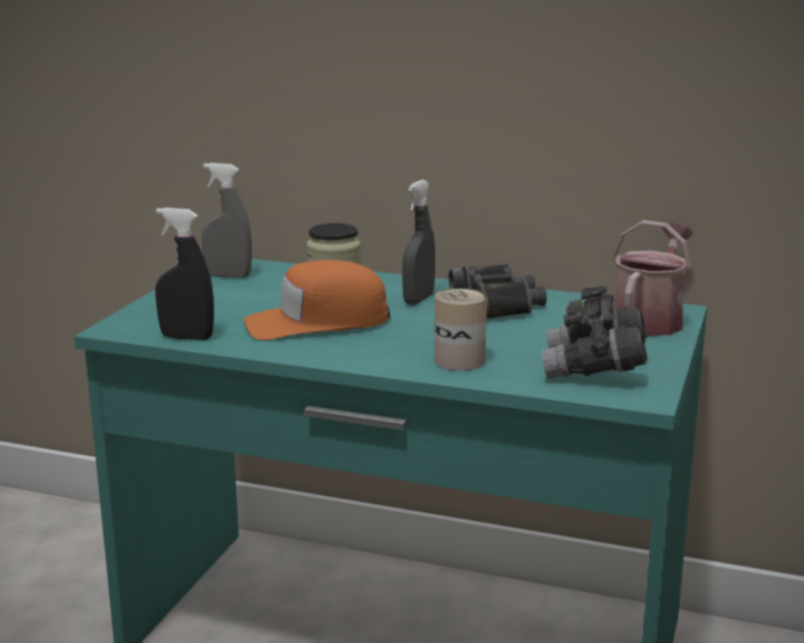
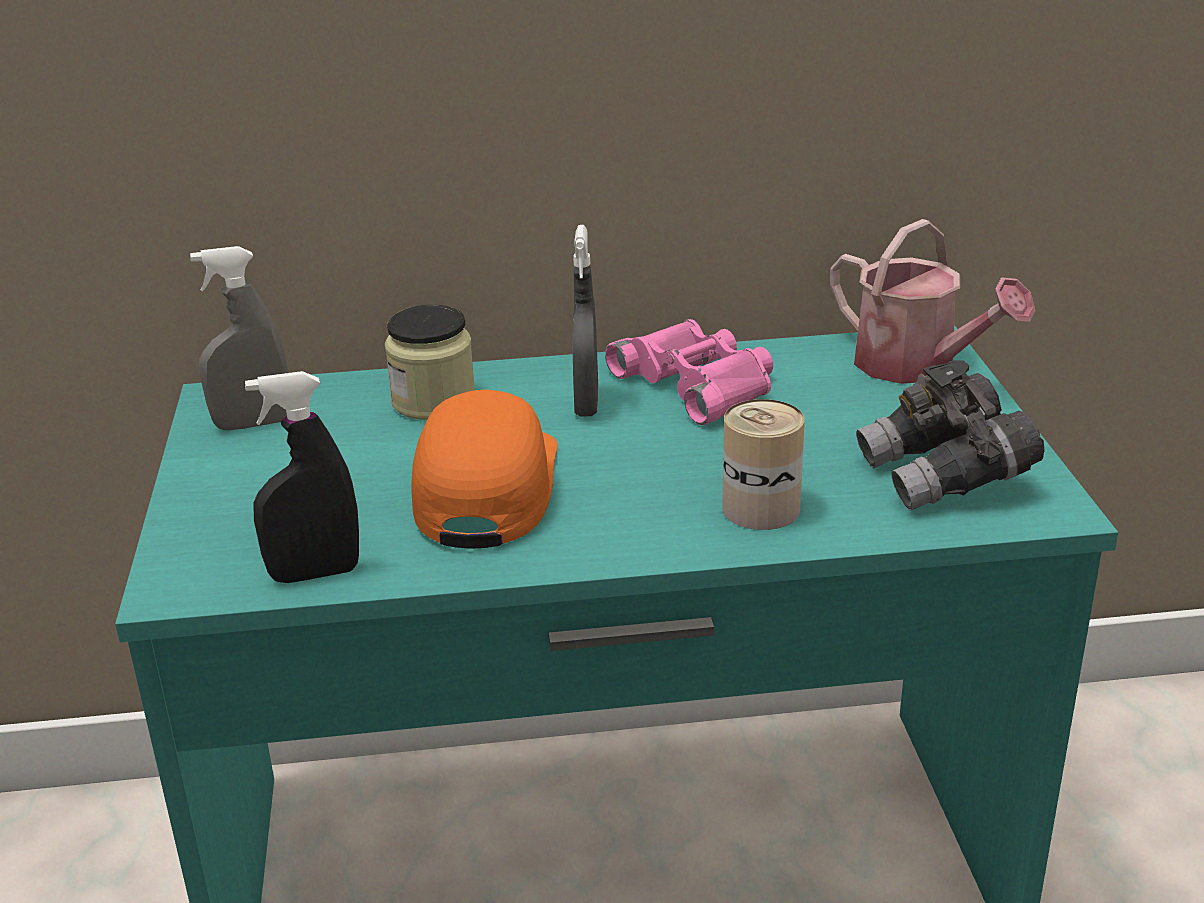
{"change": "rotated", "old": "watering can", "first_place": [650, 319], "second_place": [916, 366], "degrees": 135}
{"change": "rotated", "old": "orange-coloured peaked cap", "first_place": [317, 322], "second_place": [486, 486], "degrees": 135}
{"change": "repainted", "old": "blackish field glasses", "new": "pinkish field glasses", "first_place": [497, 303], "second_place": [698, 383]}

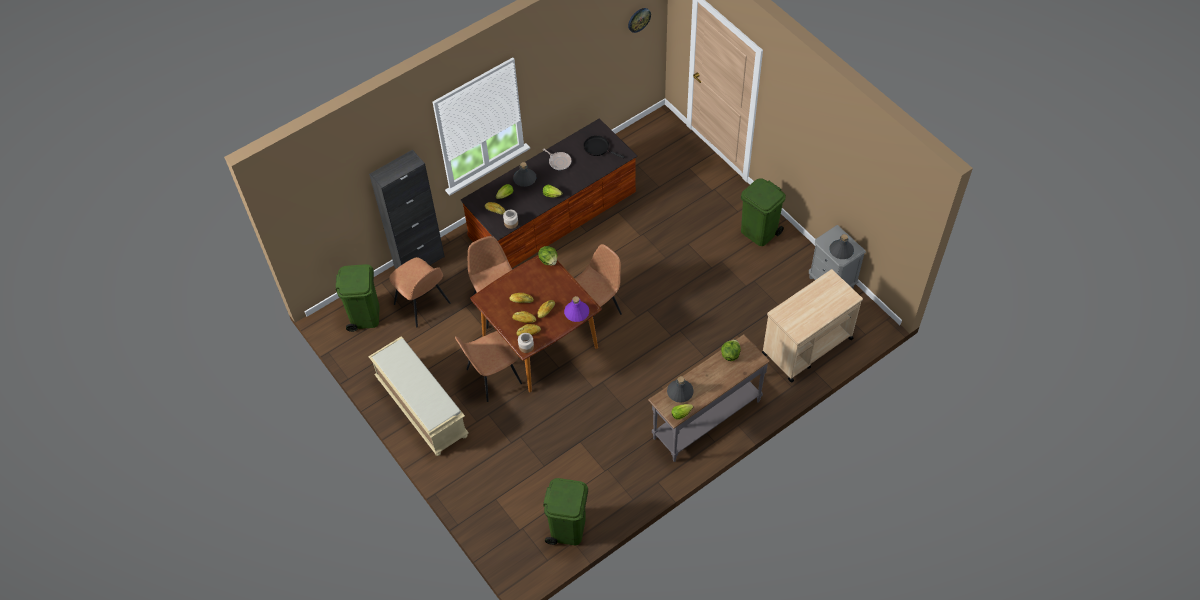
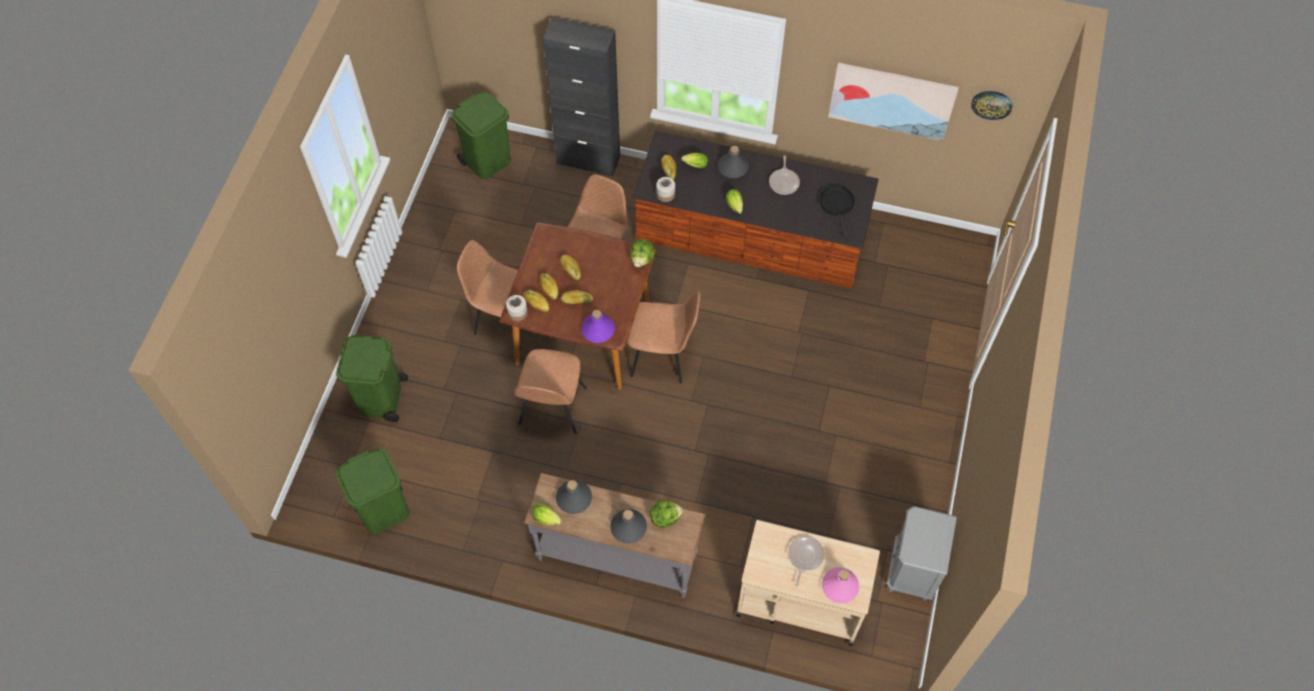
{"change": "shifted", "old": "green rubbish bin", "first_place": [759, 232], "second_place": [381, 399]}
{"change": "shifted", "old": "grey drink bottle", "first_place": [841, 250], "second_place": [629, 527]}
{"change": "shifted", "old": "brown upright chair", "first_place": [423, 304], "second_place": [552, 408]}
{"change": "gone", "old": "beige-coloured indoor bench", "first_place": [420, 407]}
{"change": "new", "new": "wall picture", "second_place": [892, 99]}
{"change": "new", "new": "skillet", "second_place": [804, 557]}
{"change": "new", "new": "pinkish drink bottle", "second_place": [839, 586]}

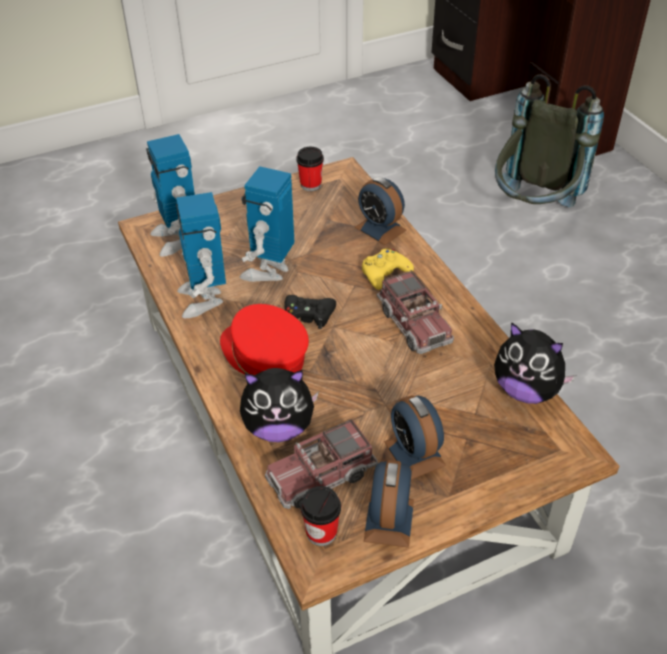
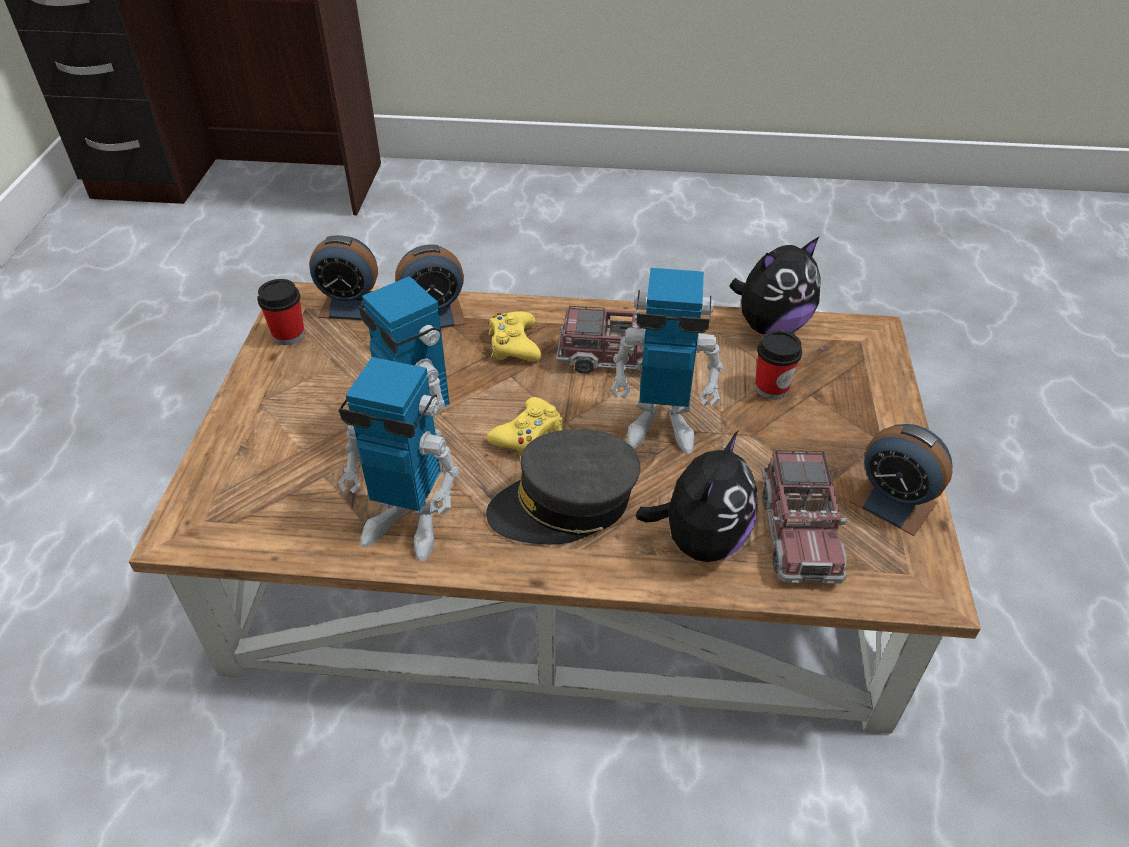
{"change": "gone", "old": "grey backpack", "first_place": [532, 211]}
{"change": "shifted", "old": "model robot", "first_place": [177, 239], "second_place": [661, 426]}
{"change": "repainted", "old": "blackish gamepad", "new": "yellow gamepad", "first_place": [309, 315], "second_place": [529, 435]}
{"change": "repainted", "old": "red peaked cap", "new": "grey peaked cap", "first_place": [264, 355], "second_place": [565, 504]}
{"change": "shifted", "old": "bedside clock", "first_place": [414, 453], "second_place": [351, 305]}
{"change": "shifted", "old": "small cup", "first_place": [321, 532], "second_place": [771, 388]}

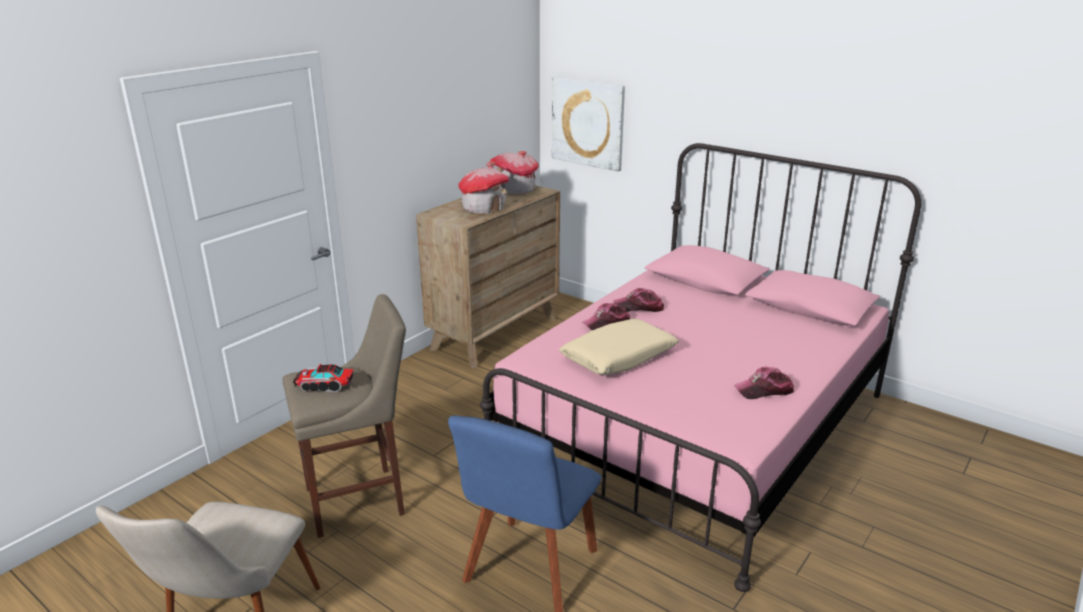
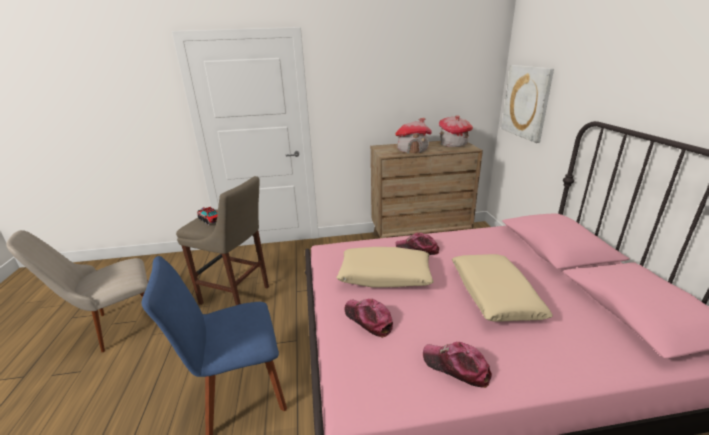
{"change": "shifted", "old": "peaked cap", "first_place": [639, 307], "second_place": [368, 320]}
{"change": "new", "new": "beige-coloured throw pillow", "second_place": [494, 294]}

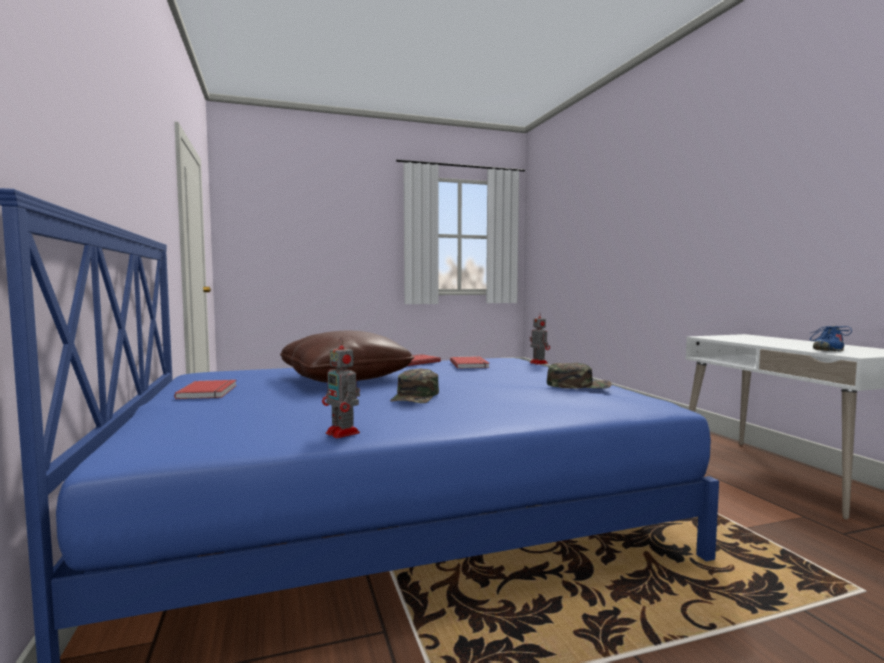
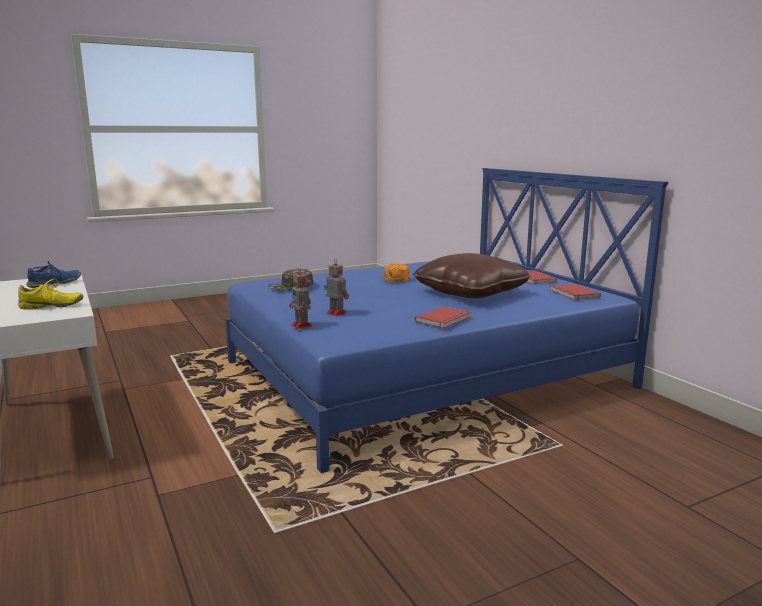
{"change": "shifted", "old": "model robot", "first_place": [343, 433], "second_place": [335, 312]}
{"change": "shifted", "old": "red volume", "first_place": [470, 364], "second_place": [573, 293]}
{"change": "repainted", "old": "green peaked cap", "new": "orange-coloured peaked cap", "first_place": [415, 396], "second_place": [396, 278]}
{"change": "new", "new": "yellow item of footwear", "second_place": [51, 306]}

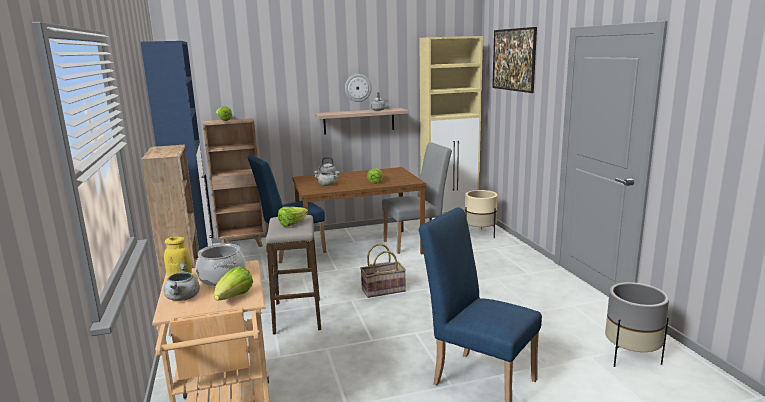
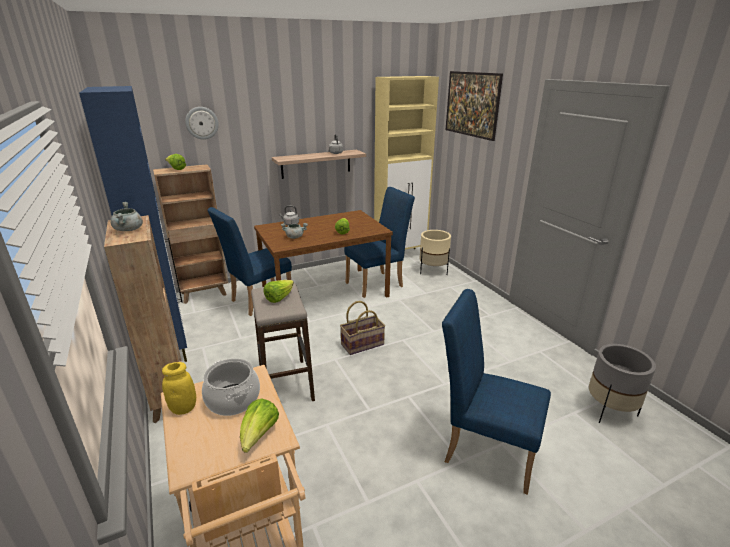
{"change": "shifted", "old": "wall clock", "first_place": [358, 88], "second_place": [202, 123]}
{"change": "repainted", "old": "grey upright chair", "new": "bluish upright chair", "first_place": [417, 242], "second_place": [378, 283]}
{"change": "shifted", "old": "grey cooking pot", "first_place": [183, 298], "second_place": [129, 230]}

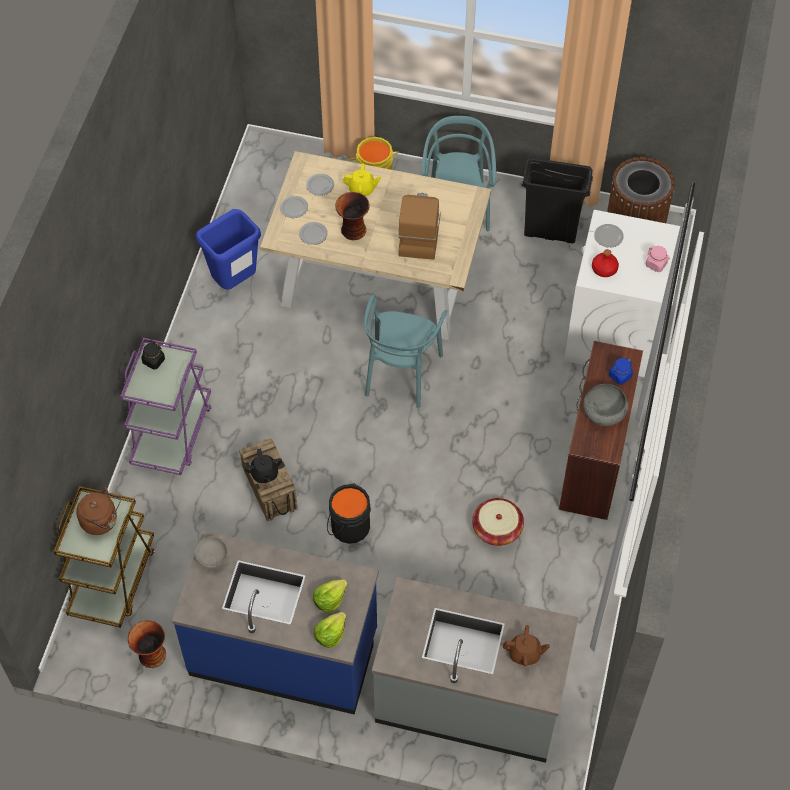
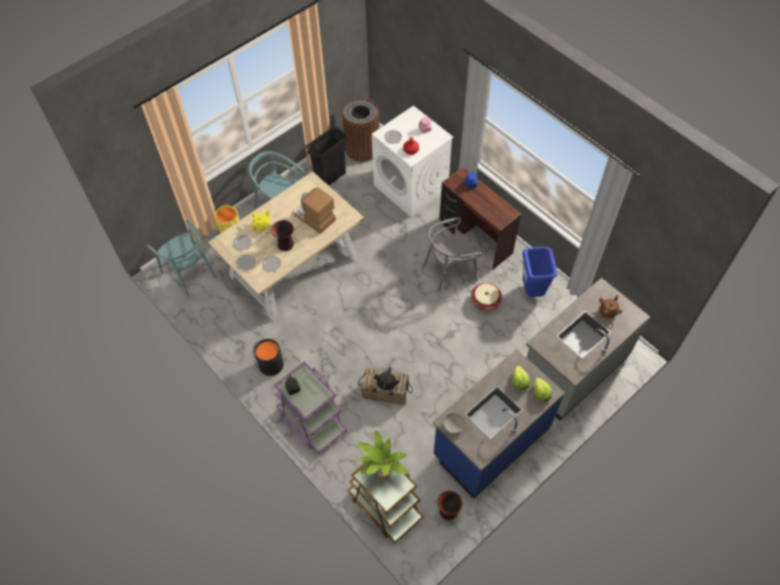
{"change": "shifted", "old": "bluish rubbish bin", "first_place": [234, 282], "second_place": [532, 291]}
{"change": "shifted", "old": "turquoise upright chair", "first_place": [401, 373], "second_place": [189, 273]}
{"change": "gone", "old": "grey bowl", "first_place": [604, 411]}
{"change": "shifted", "old": "blackish bucket", "first_place": [348, 526], "second_place": [270, 366]}
{"change": "swapped", "old": "brown tea kettle", "new": "houseplant", "first_place": [102, 521], "second_place": [382, 475]}
{"change": "new", "new": "grey upright chair", "second_place": [449, 271]}

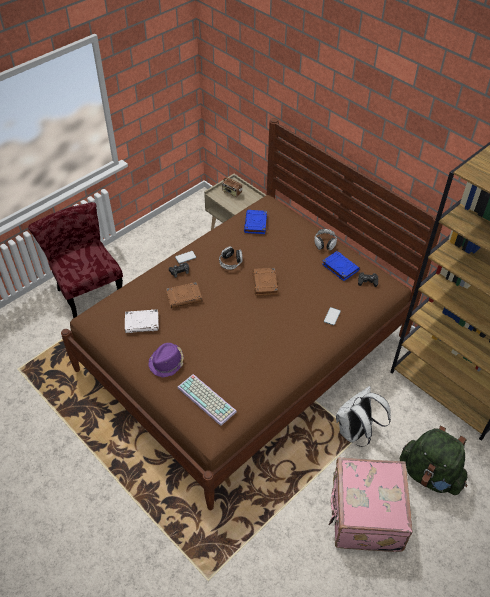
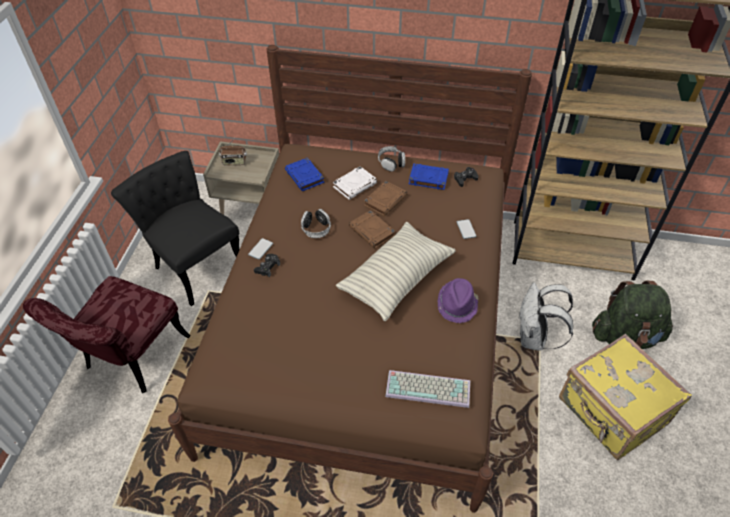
{"change": "rotated", "old": "red upright chair", "first_place": [88, 292], "second_place": [131, 360], "degrees": -90}
{"change": "shifted", "old": "brown volume", "first_place": [184, 297], "second_place": [385, 200]}
{"change": "shifted", "old": "whitish volume", "first_place": [142, 323], "second_place": [355, 185]}
{"change": "shifted", "old": "purple clothing hat", "first_place": [167, 363], "second_place": [457, 304]}
{"change": "repainted", "old": "pinkish travel case", "new": "yellow travel case", "first_place": [364, 516], "second_place": [611, 412]}
{"change": "new", "new": "blackish upright chair", "second_place": [194, 263]}
{"change": "new", "new": "throw pillow", "second_place": [396, 279]}

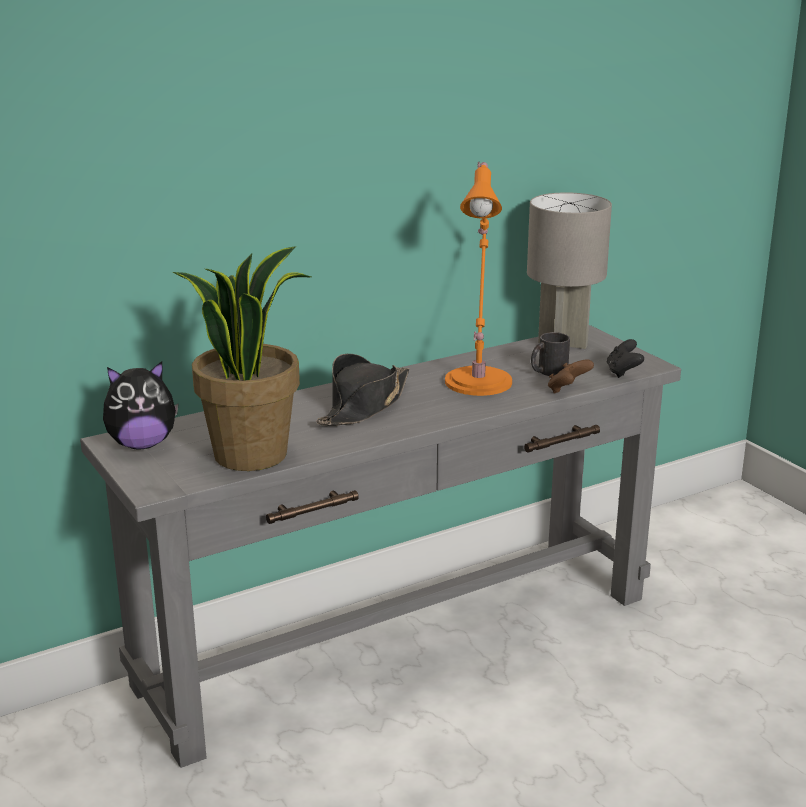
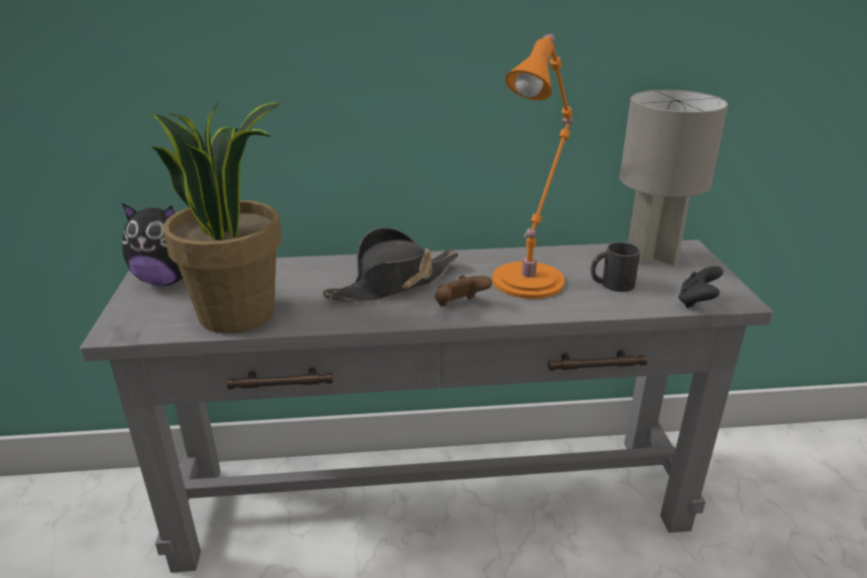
{"change": "shifted", "old": "brown gamepad", "first_place": [567, 390], "second_place": [459, 306]}

